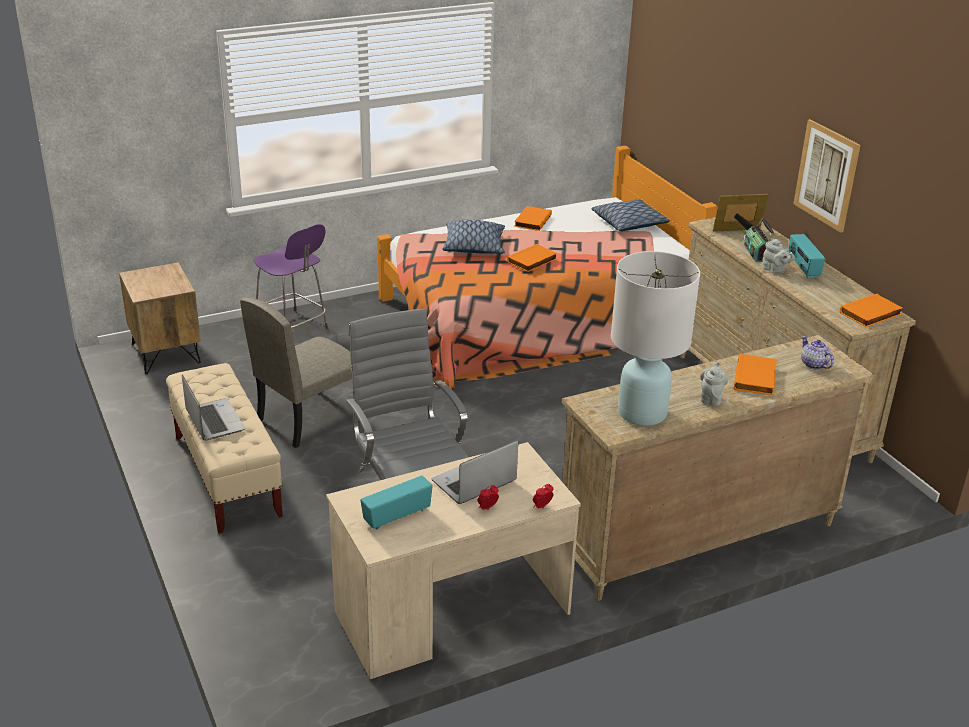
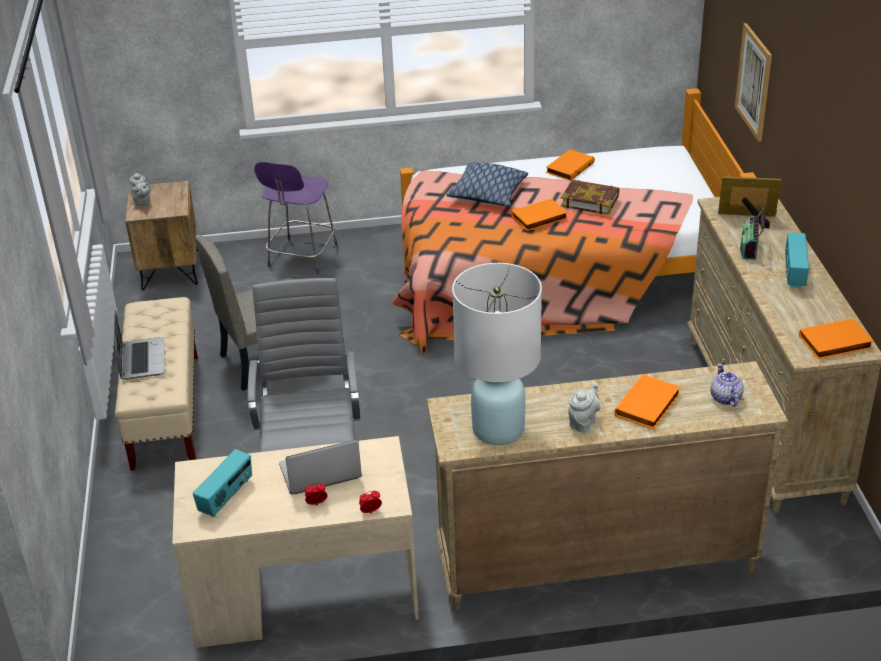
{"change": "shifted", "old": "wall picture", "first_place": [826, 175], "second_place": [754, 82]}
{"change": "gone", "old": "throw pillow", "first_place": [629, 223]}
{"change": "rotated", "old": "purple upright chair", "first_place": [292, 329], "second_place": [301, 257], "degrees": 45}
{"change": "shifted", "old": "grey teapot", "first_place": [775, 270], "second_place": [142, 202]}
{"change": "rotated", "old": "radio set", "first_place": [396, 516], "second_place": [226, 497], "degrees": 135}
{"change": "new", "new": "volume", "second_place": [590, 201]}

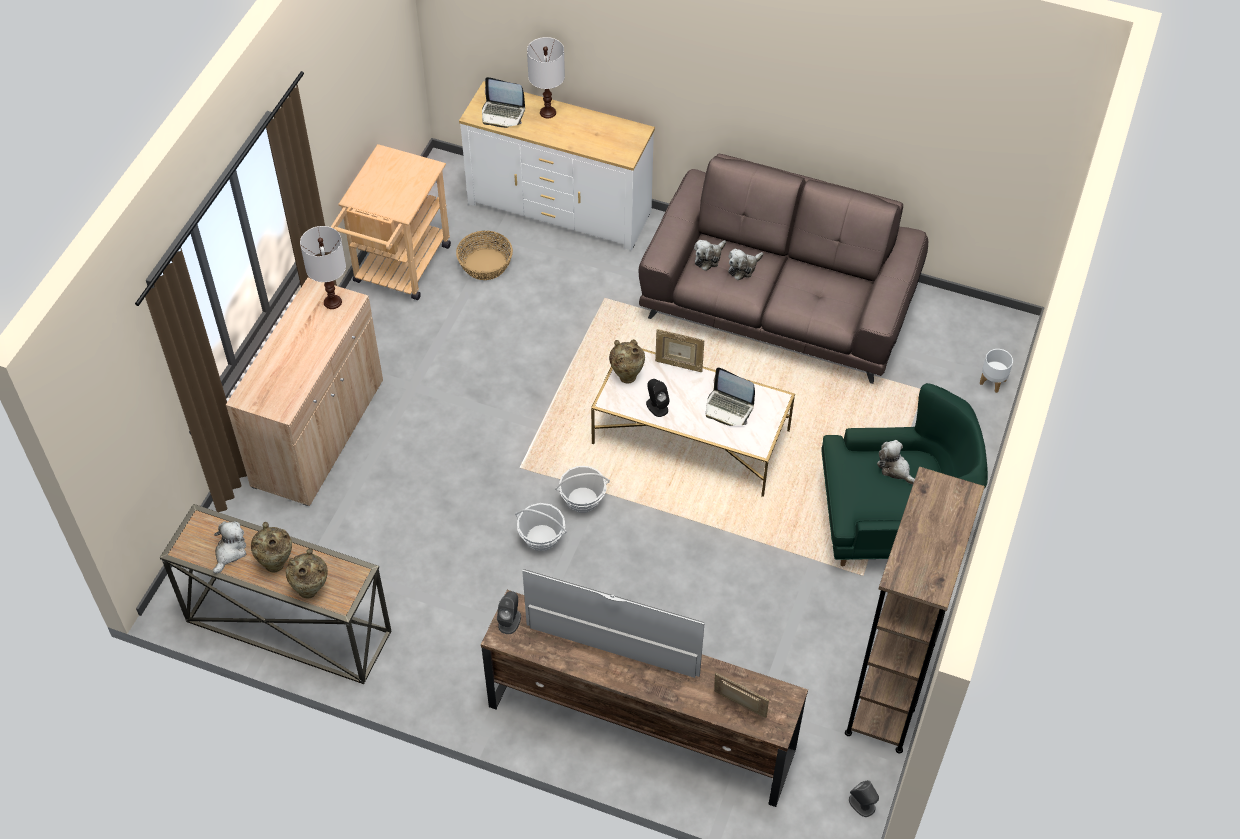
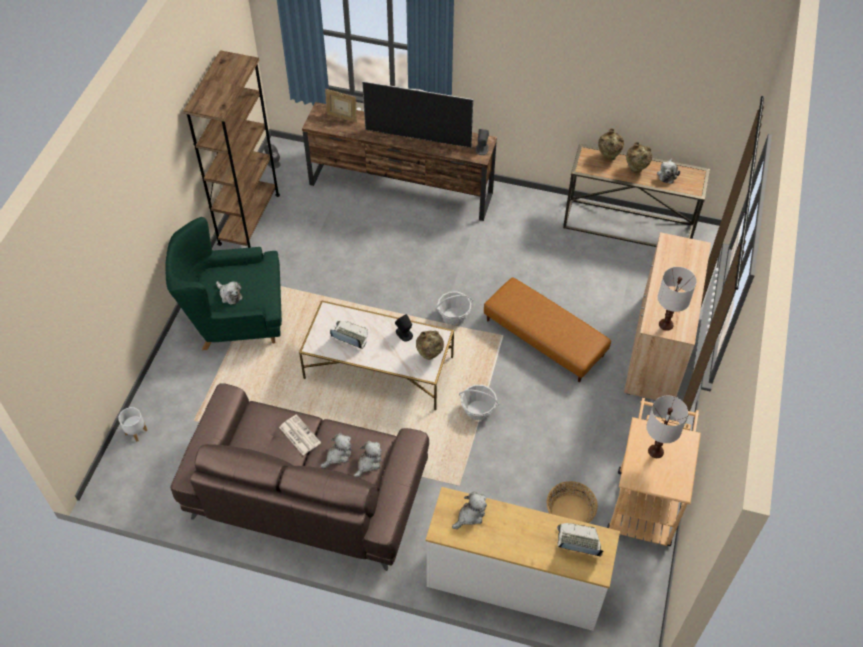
{"change": "shifted", "old": "whitish table lamp", "first_place": [547, 112], "second_place": [656, 451]}
{"change": "gone", "old": "standing frame", "first_place": [678, 364]}
{"change": "shifted", "old": "basket", "first_place": [541, 538], "second_place": [478, 410]}
{"change": "new", "new": "brown pouffe", "second_place": [544, 337]}
{"change": "new", "new": "daily paper", "second_place": [299, 435]}
{"change": "new", "new": "plush toy", "second_place": [470, 515]}

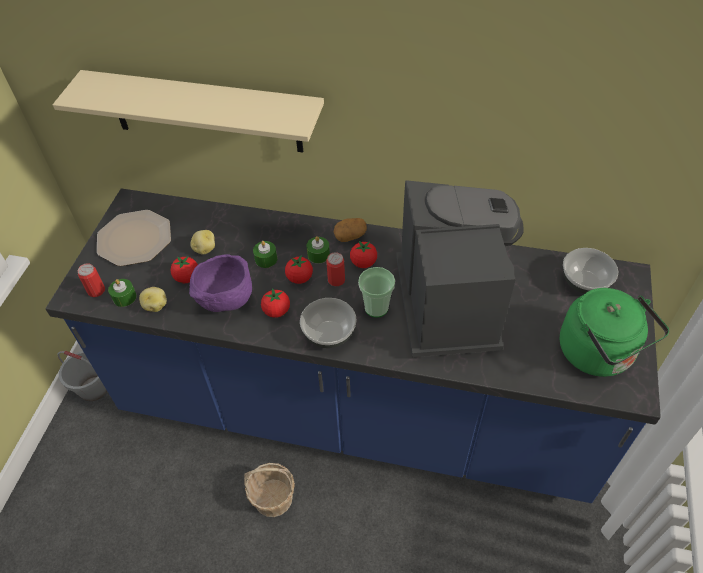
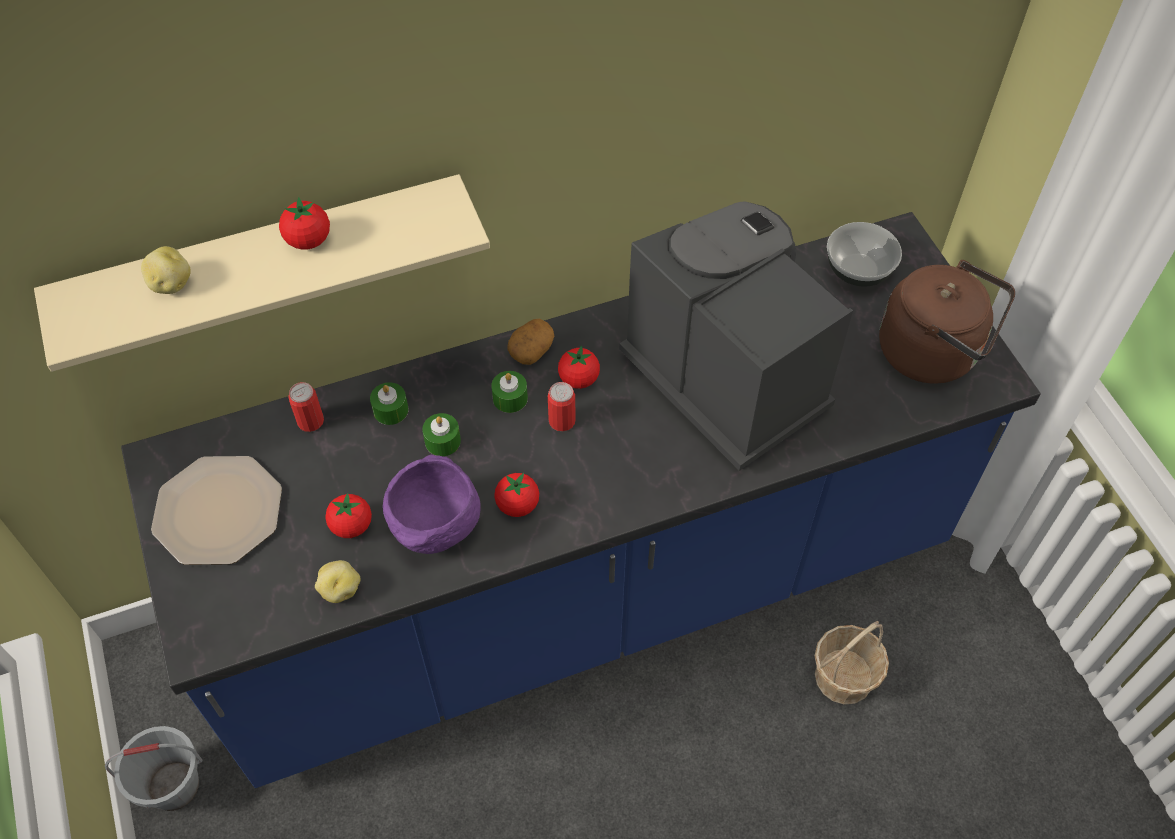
{"change": "shifted", "old": "spud", "first_place": [204, 249], "second_place": [170, 284]}
{"change": "shifted", "old": "tomato", "first_place": [299, 278], "second_place": [308, 240]}
{"change": "shifted", "old": "metal can", "first_place": [96, 290], "second_place": [310, 421]}
{"change": "gone", "old": "small cup", "first_place": [376, 308]}
{"change": "shifted", "old": "green wax candle", "first_place": [124, 297], "second_place": [390, 410]}
{"change": "repainted", "old": "green tea kettle", "new": "brown tea kettle", "first_place": [599, 354], "second_place": [933, 353]}
{"change": "gone", "old": "bowl", "first_place": [330, 333]}
{"change": "shifted", "old": "basket", "first_place": [273, 498], "second_place": [844, 676]}

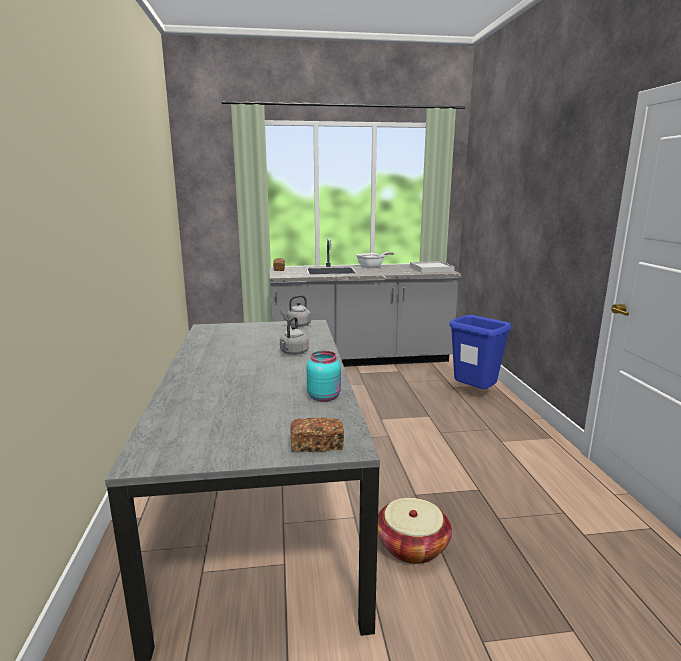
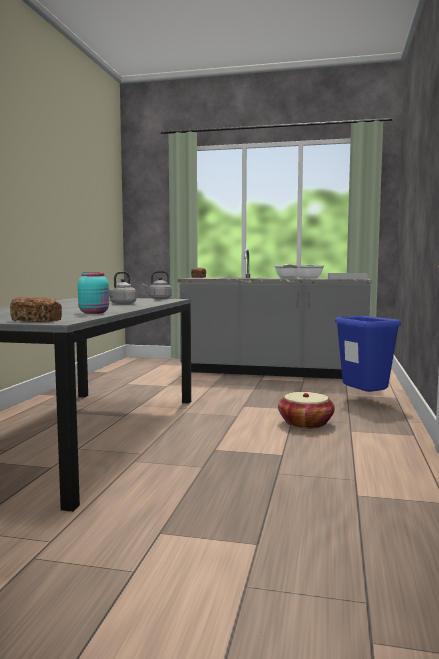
{"change": "shifted", "old": "basket", "first_place": [412, 546], "second_place": [305, 423]}
{"change": "new", "new": "skillet", "second_place": [305, 278]}

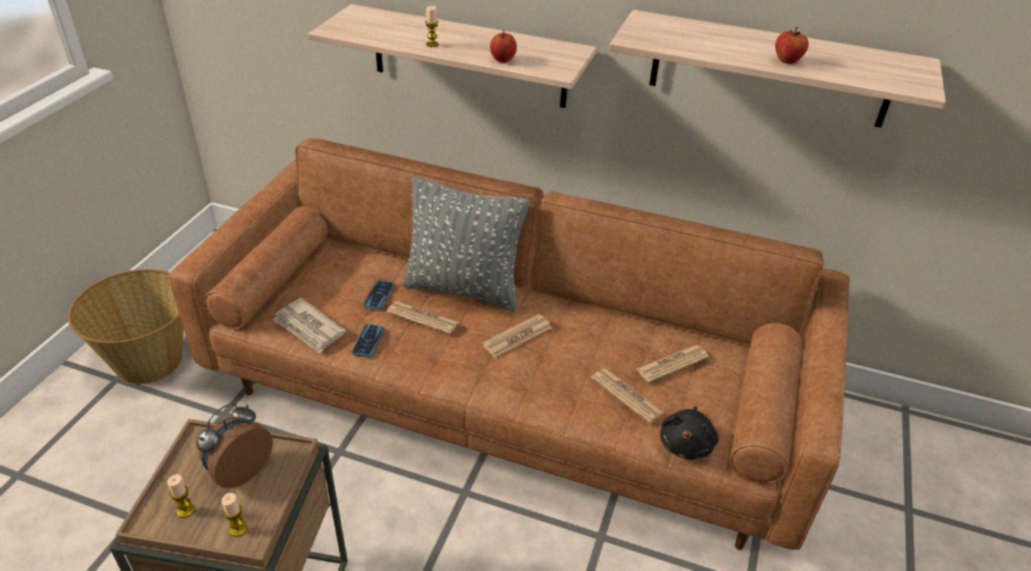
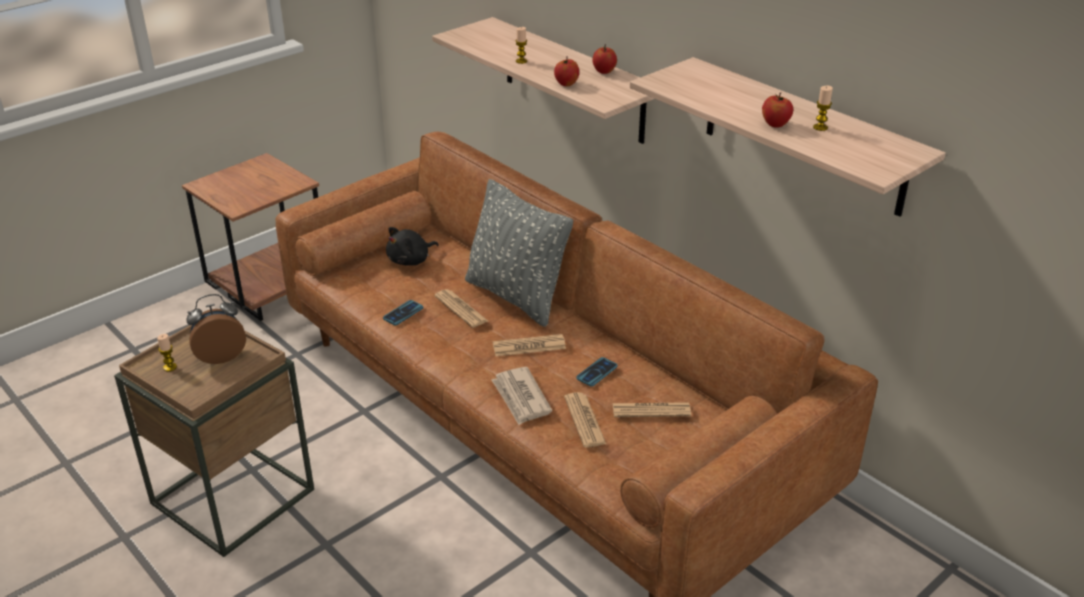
{"change": "swapped", "old": "basket", "new": "brown side table", "first_place": [150, 361], "second_place": [270, 298]}
{"change": "shifted", "old": "telephone", "first_place": [379, 295], "second_place": [597, 372]}
{"change": "shifted", "old": "daily paper", "first_place": [309, 328], "second_place": [521, 398]}
{"change": "shifted", "old": "blackish plush toy", "first_place": [686, 444], "second_place": [411, 260]}
{"change": "shifted", "old": "wax candle", "first_place": [238, 529], "second_place": [820, 127]}
{"change": "new", "new": "apple fruit", "second_place": [604, 71]}

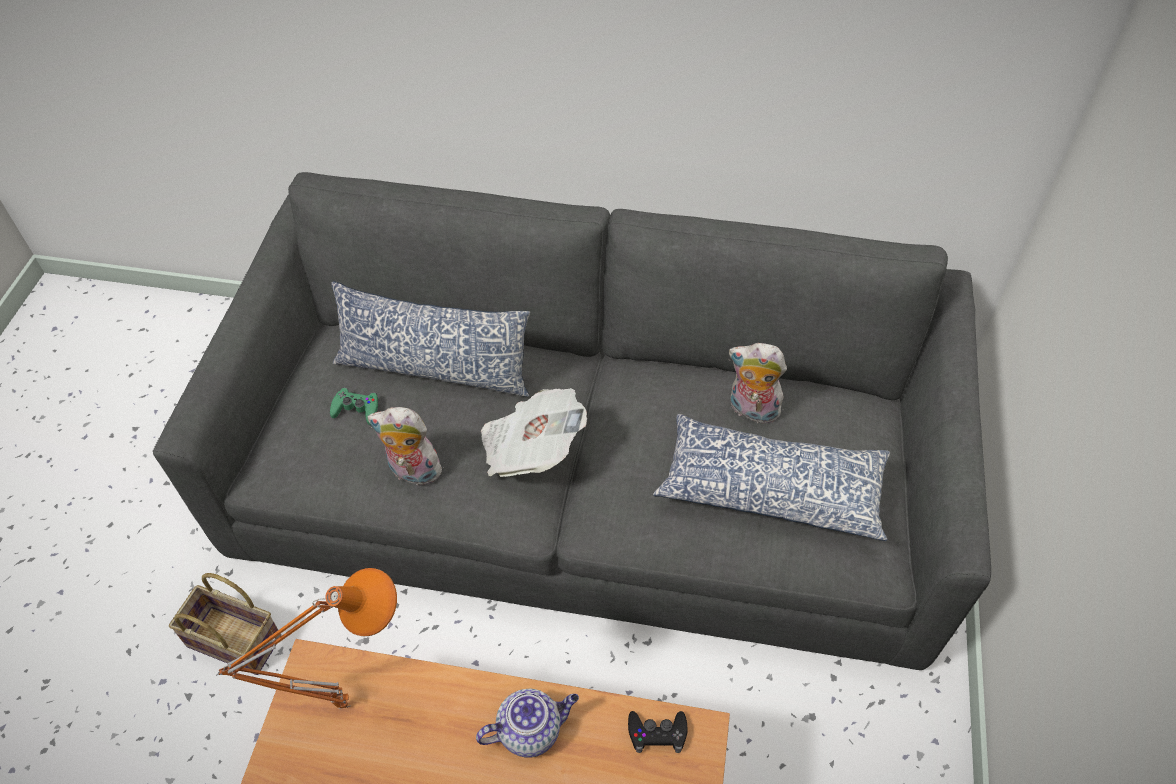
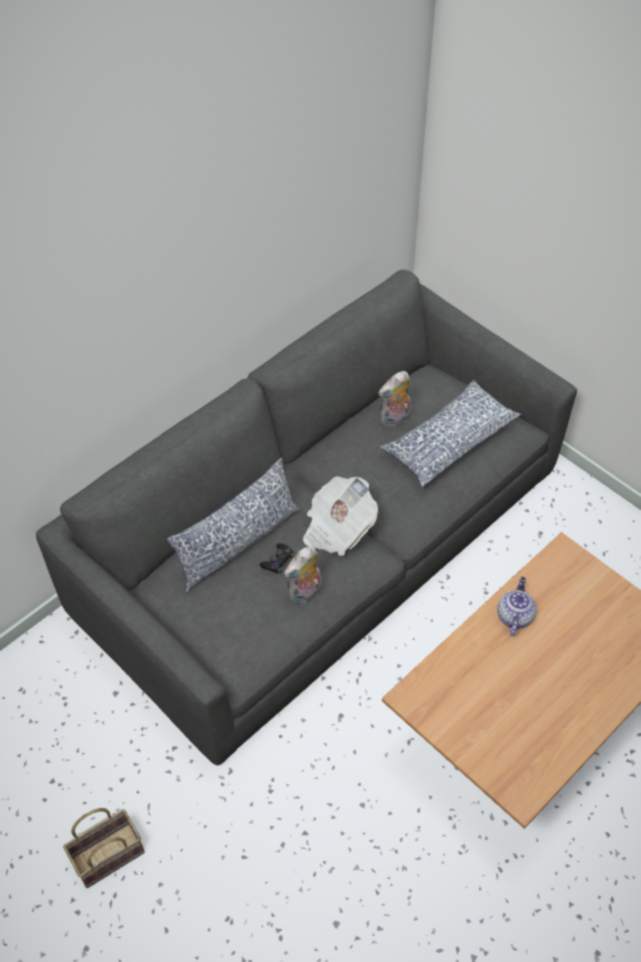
{"change": "gone", "old": "green gamepad", "first_place": [356, 409]}
{"change": "gone", "old": "orange-coloured table lamp", "first_place": [344, 702]}
{"change": "shifted", "old": "basket", "first_place": [237, 640], "second_place": [109, 854]}
{"change": "shifted", "old": "blackish gamepad", "first_place": [657, 733], "second_place": [278, 561]}

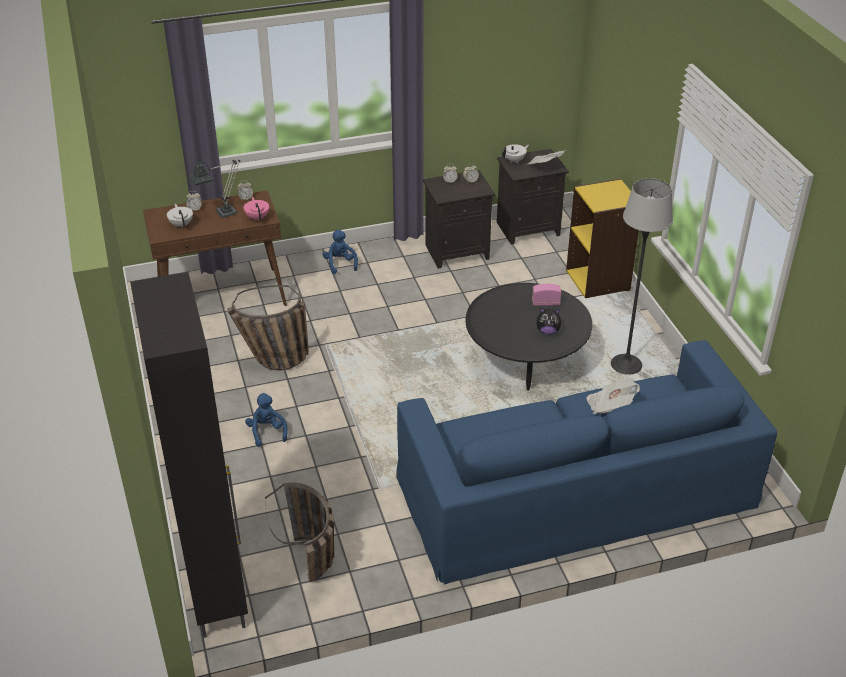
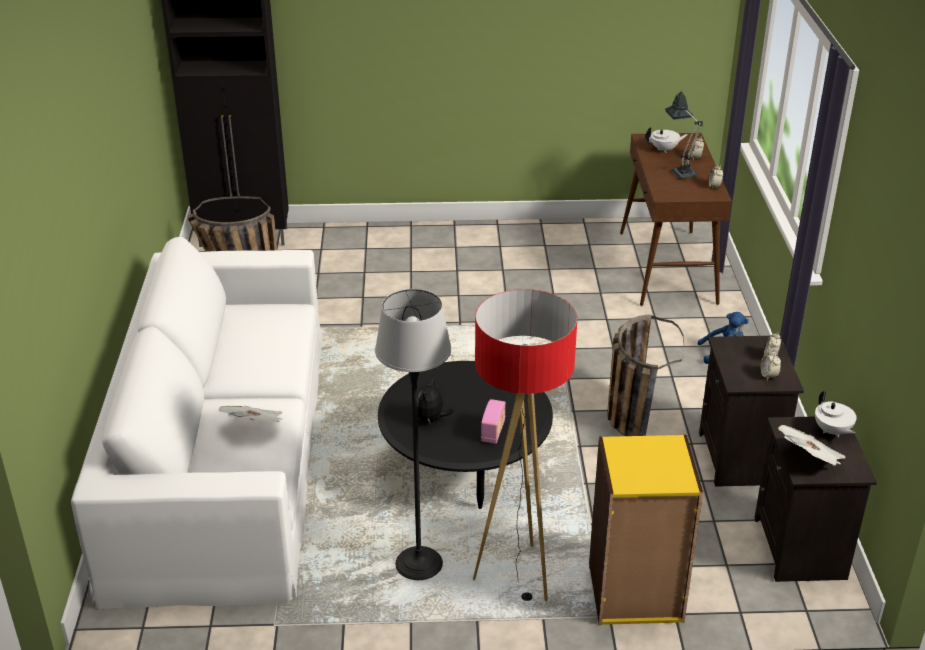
{"change": "gone", "old": "pinkish teapot", "first_place": [257, 217]}
{"change": "shifted", "old": "basket", "first_place": [271, 361], "second_place": [631, 412]}
{"change": "repainted", "old": "bluish couch", "new": "whitish couch", "first_place": [575, 491], "second_place": [222, 456]}
{"change": "gone", "old": "bluish plush toy", "first_place": [267, 432]}
{"change": "new", "new": "standard lamp", "second_place": [517, 576]}

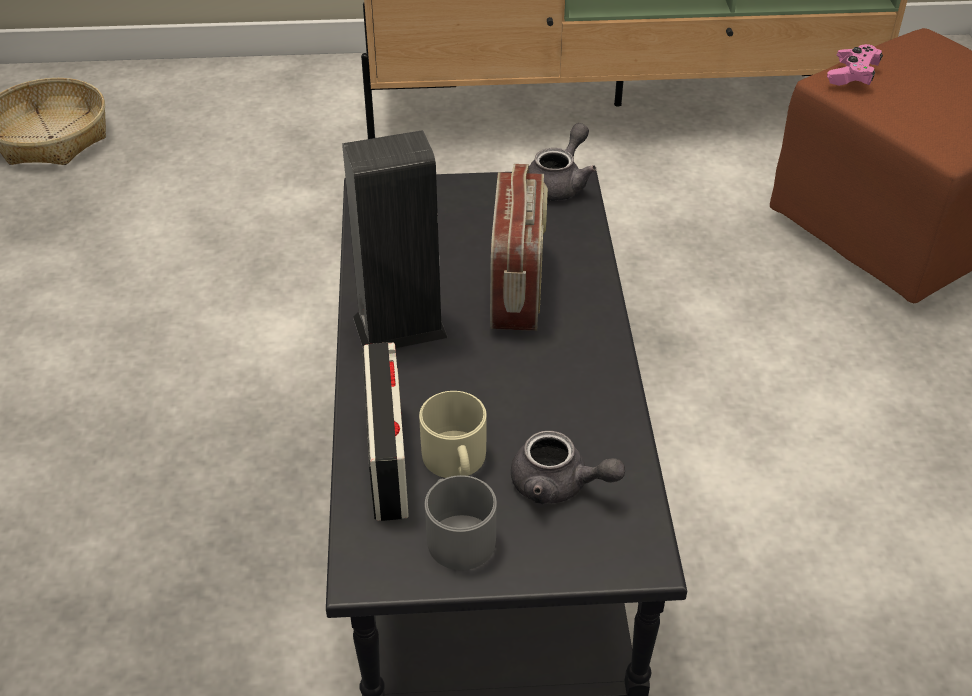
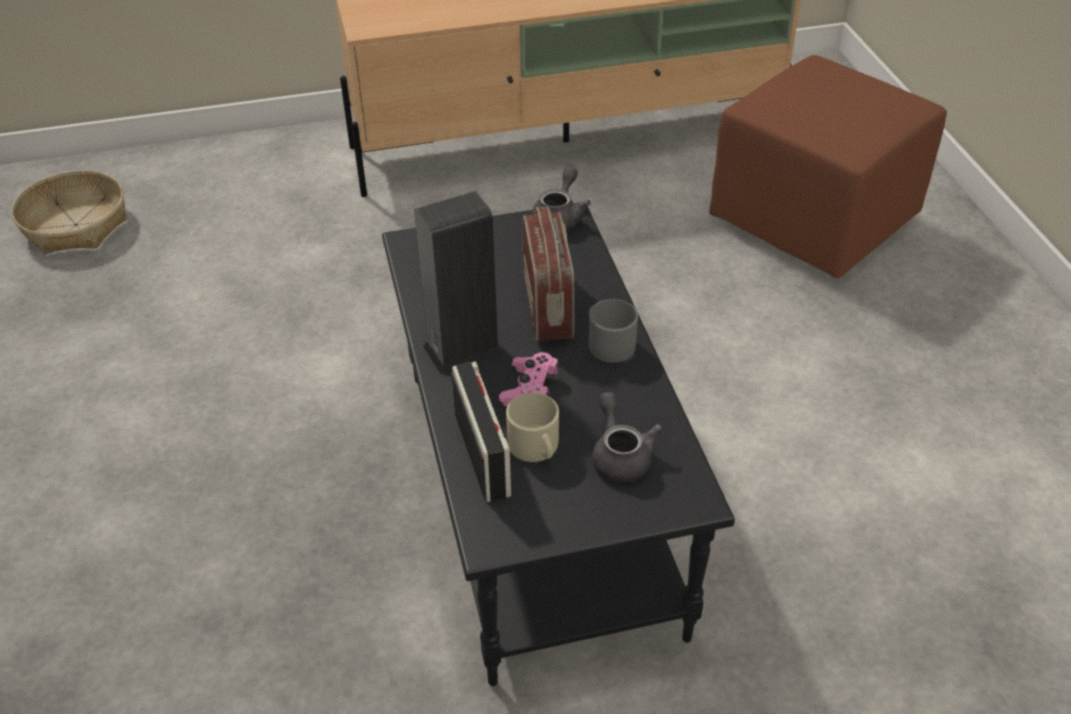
{"change": "shifted", "old": "pinkish gamepad", "first_place": [852, 75], "second_place": [530, 389]}
{"change": "rotated", "old": "grey teapot", "first_place": [559, 485], "second_place": [620, 455], "degrees": -120}
{"change": "shifted", "old": "grey coffee mug", "first_place": [457, 535], "second_place": [607, 342]}

